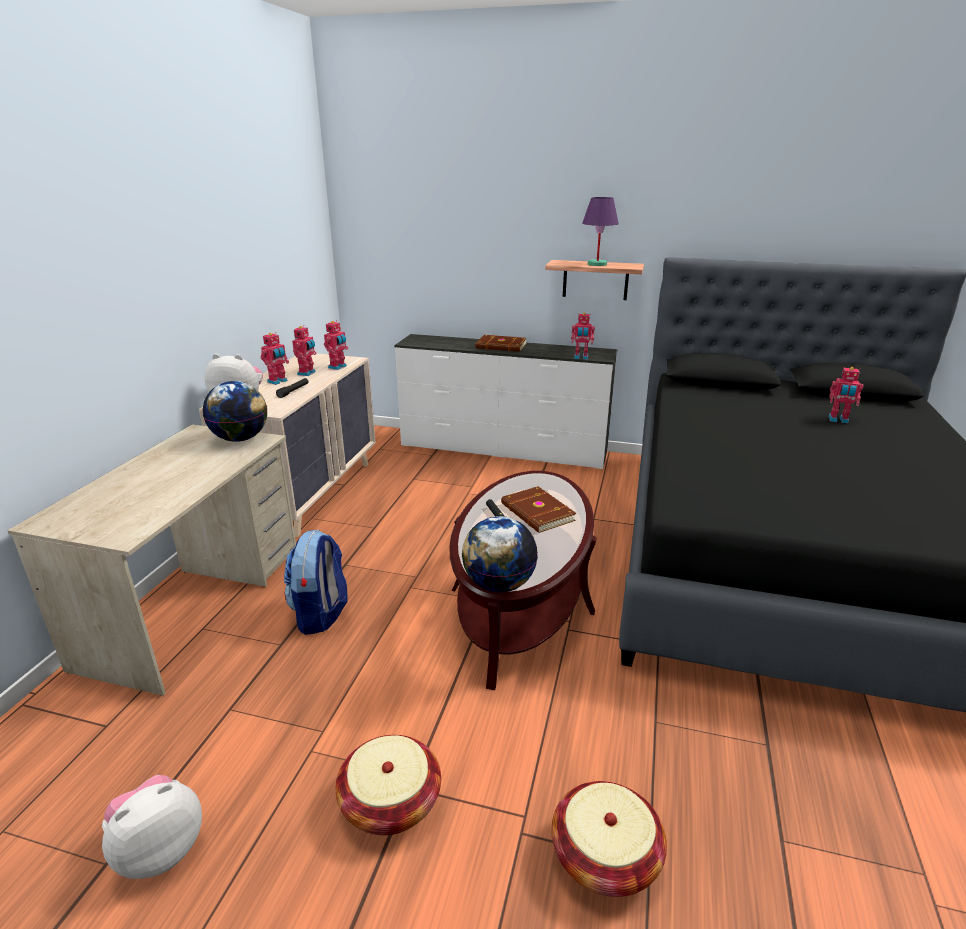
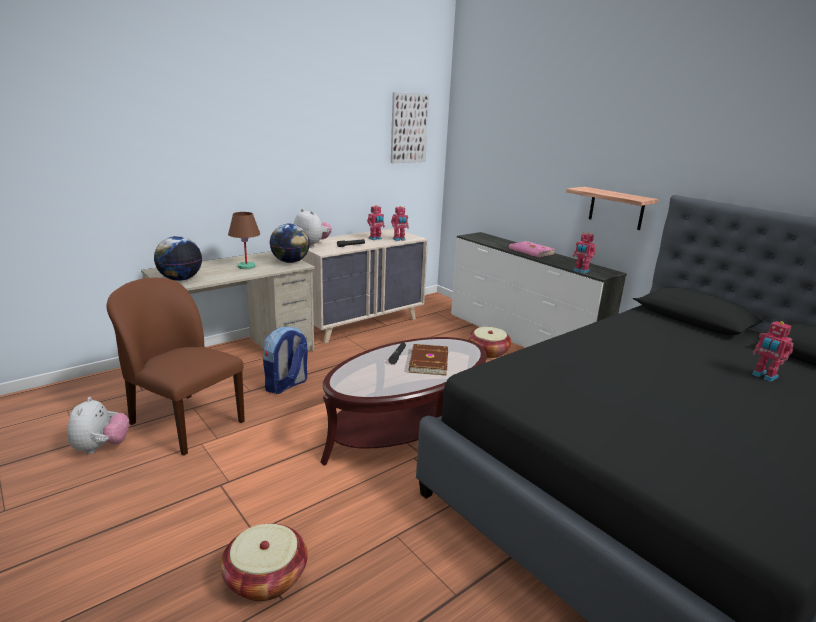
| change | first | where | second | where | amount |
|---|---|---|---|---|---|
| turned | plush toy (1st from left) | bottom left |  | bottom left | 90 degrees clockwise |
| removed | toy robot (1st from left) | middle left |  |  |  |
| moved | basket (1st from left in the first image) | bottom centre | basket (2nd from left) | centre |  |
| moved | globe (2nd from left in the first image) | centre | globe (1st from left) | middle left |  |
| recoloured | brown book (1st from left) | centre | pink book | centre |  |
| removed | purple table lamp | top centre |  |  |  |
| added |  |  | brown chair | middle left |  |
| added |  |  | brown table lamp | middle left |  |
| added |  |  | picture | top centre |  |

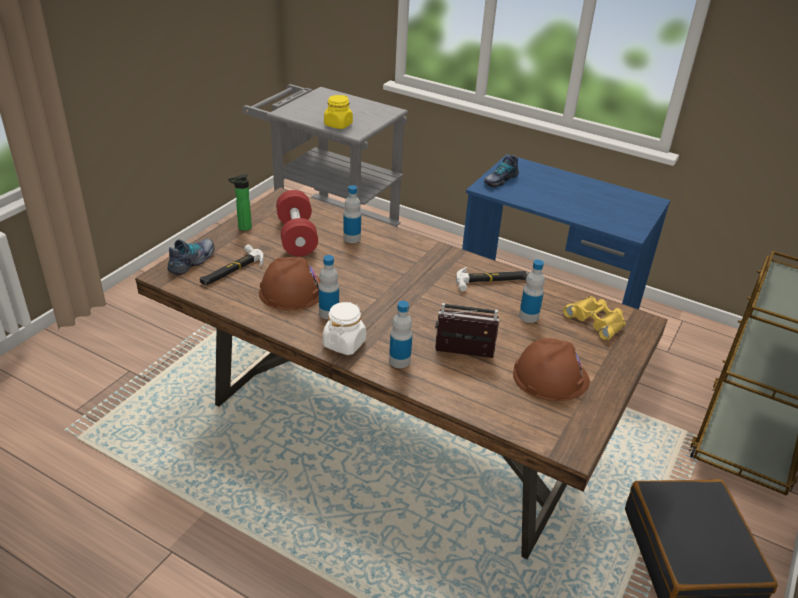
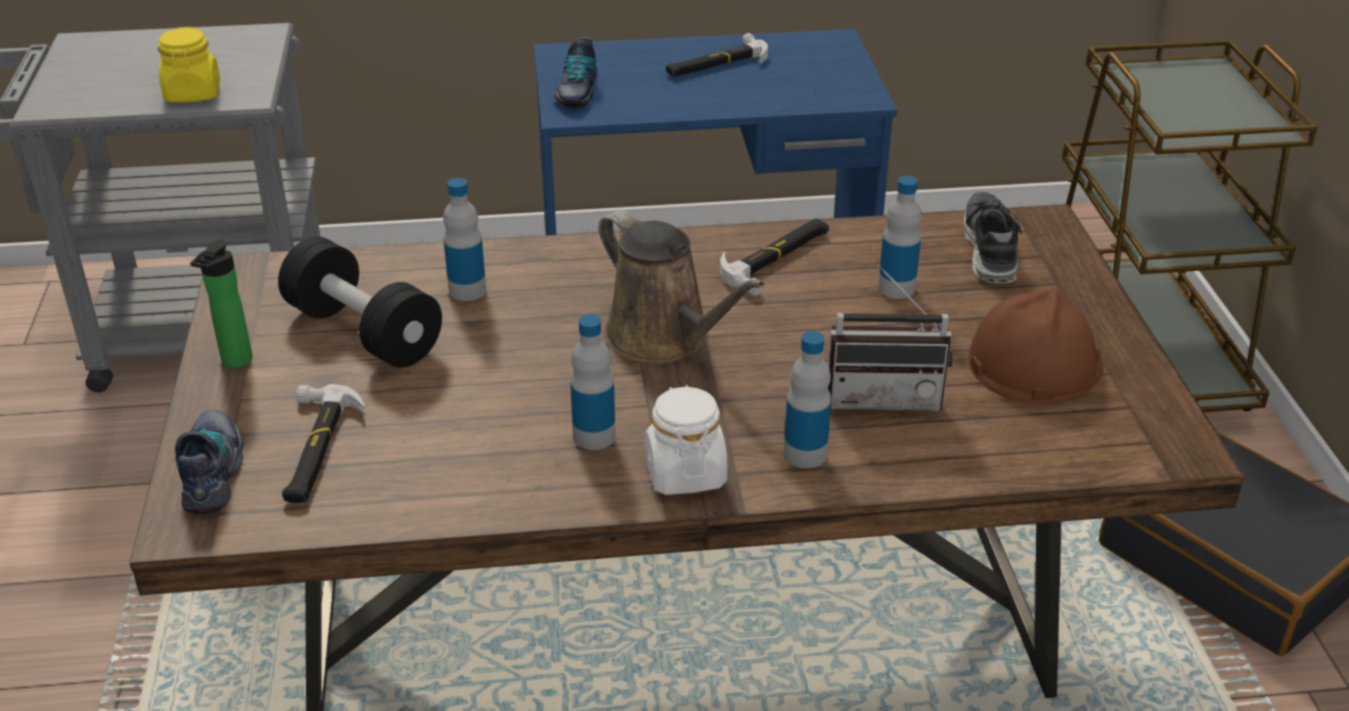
| change | first | where | second | where | amount |
|---|---|---|---|---|---|
| removed | brown hard hat (1st from left) | centre |  |  |  |
| recoloured | red dumbbell | centre | black dumbbell | middle left |  |
| turned | radio | centre |  | centre | 150 degrees counterclockwise |
| replaced | yellow binoculars | middle right | shoe (3rd from left) | middle right |  |
| added |  |  | brown watering can | centre |  |
| added |  |  | hammer (2nd from left) | top centre |  |

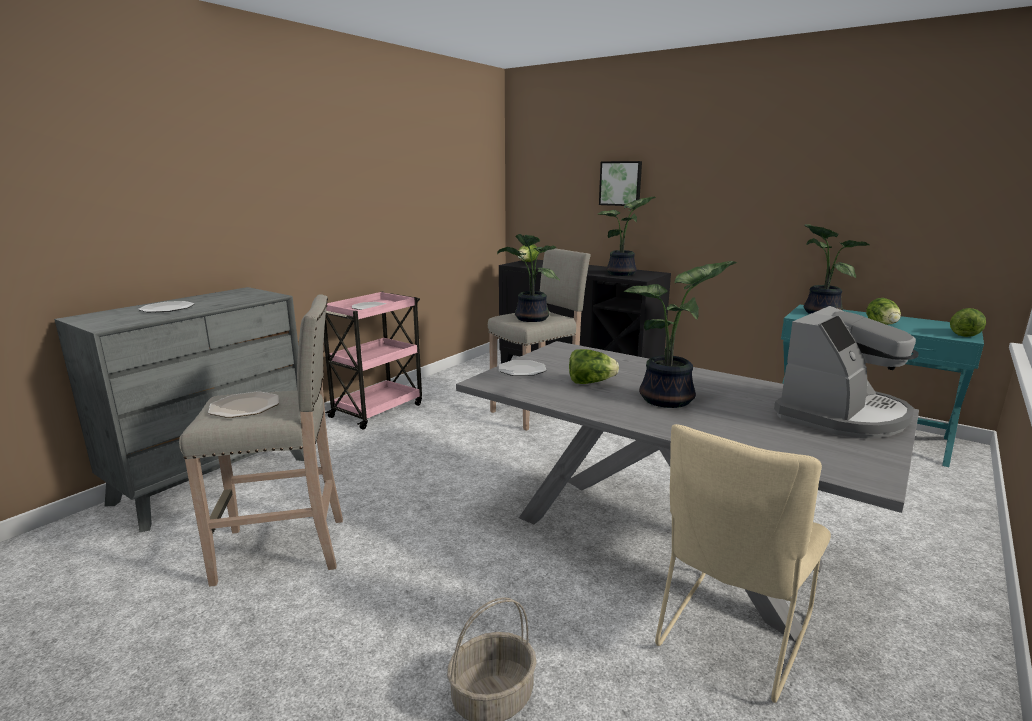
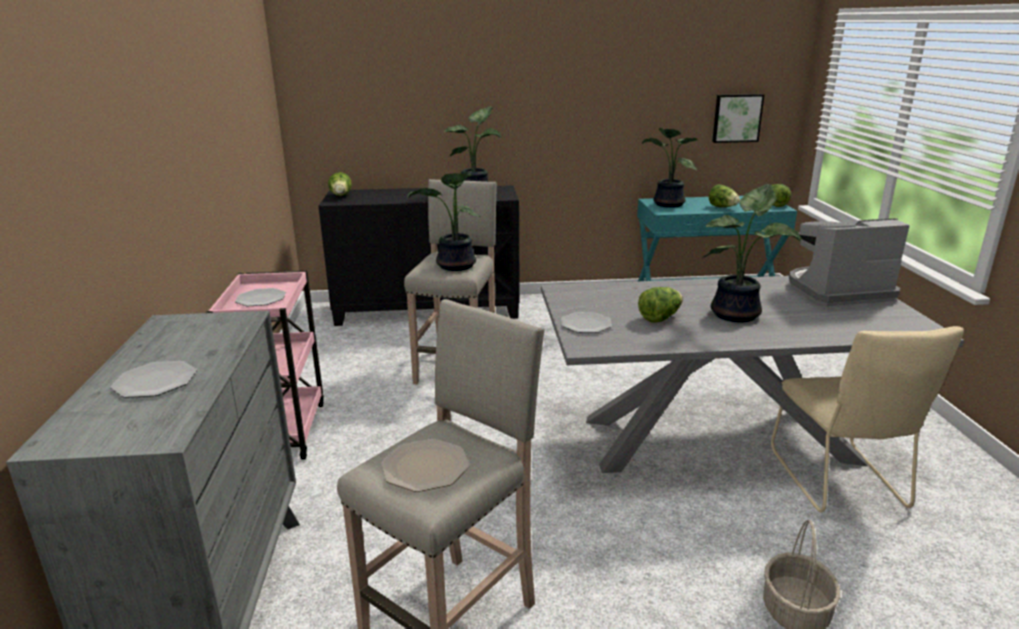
| change | first | where | second | where | amount |
|---|---|---|---|---|---|
| moved | picture | top centre |  | top right |  |
| turned | coffee machine | middle right |  | middle right | 105 degrees counterclockwise |

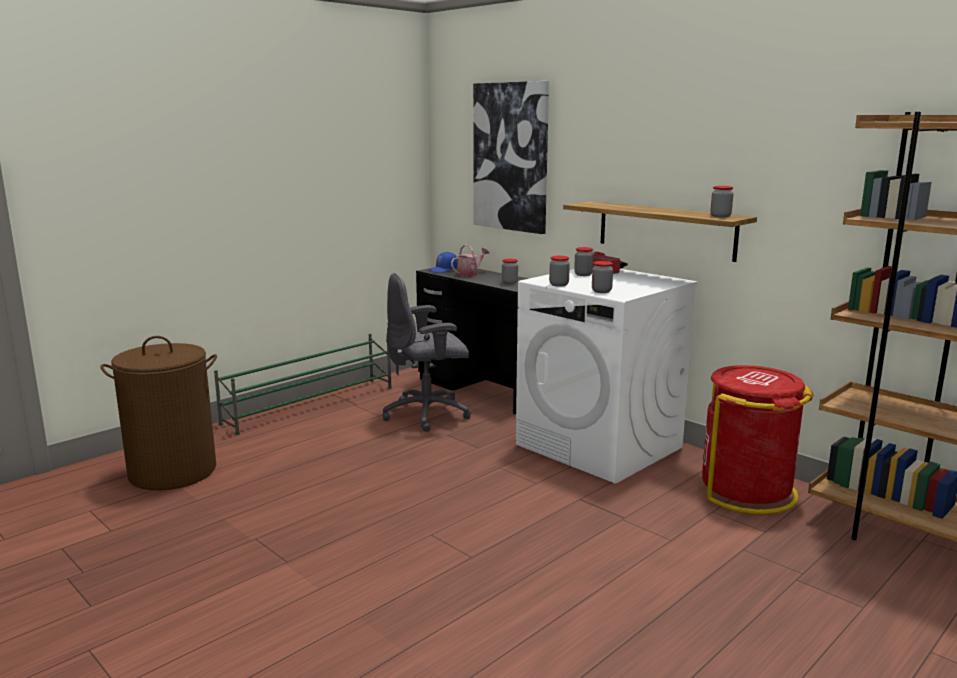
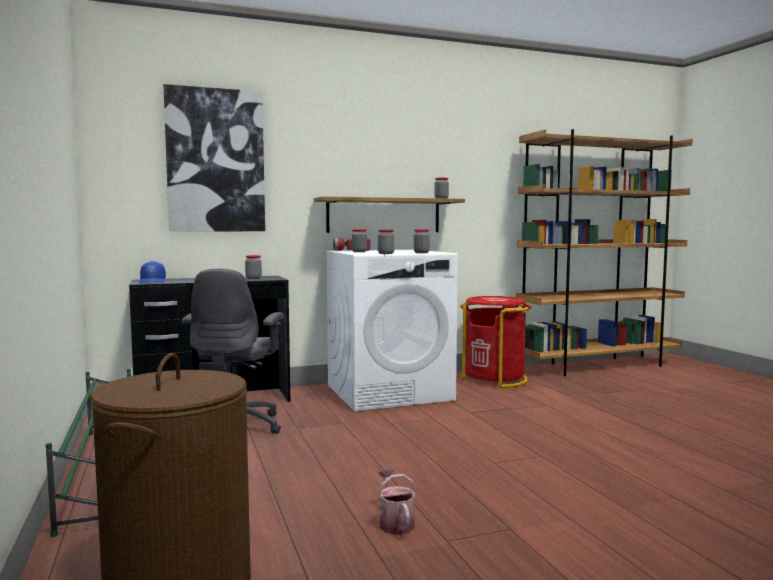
| change | first | where | second | where | amount |
|---|---|---|---|---|---|
| moved | watering can | centre |  | bottom centre |  |

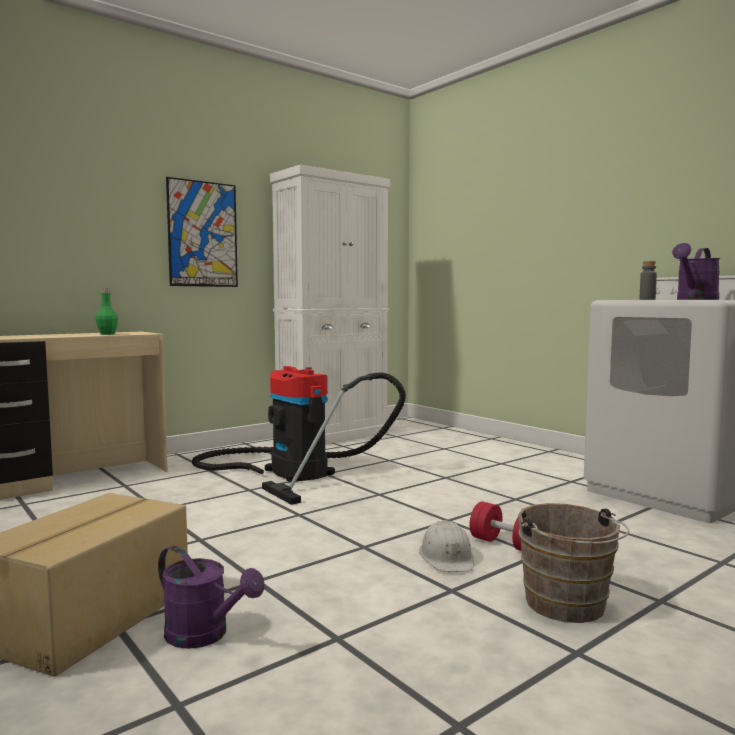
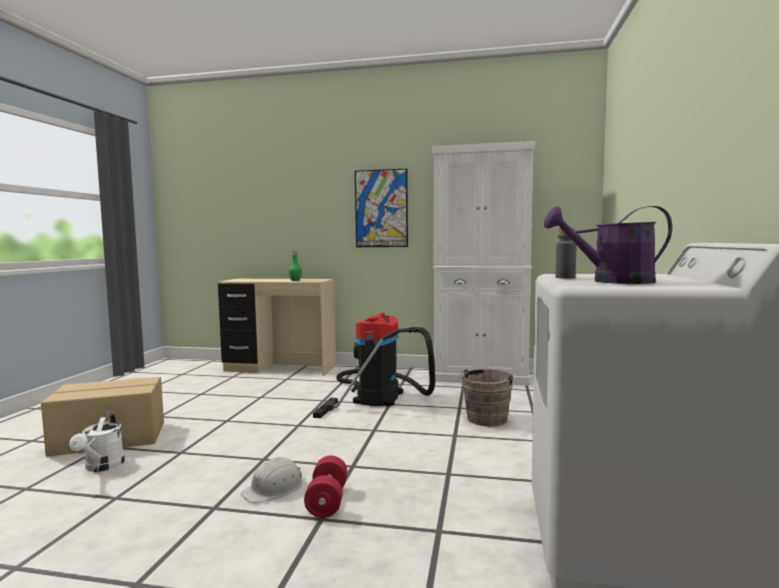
| change | first | where | second | where | amount |
|---|---|---|---|---|---|
| recoloured | purple watering can (1st from left) | bottom left | white watering can | bottom left |  |
| moved | brown bucket | bottom right |  | bottom centre |  |

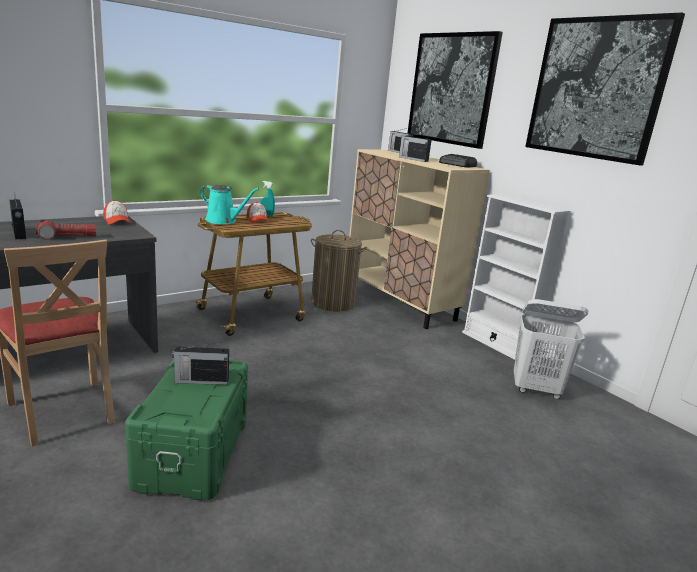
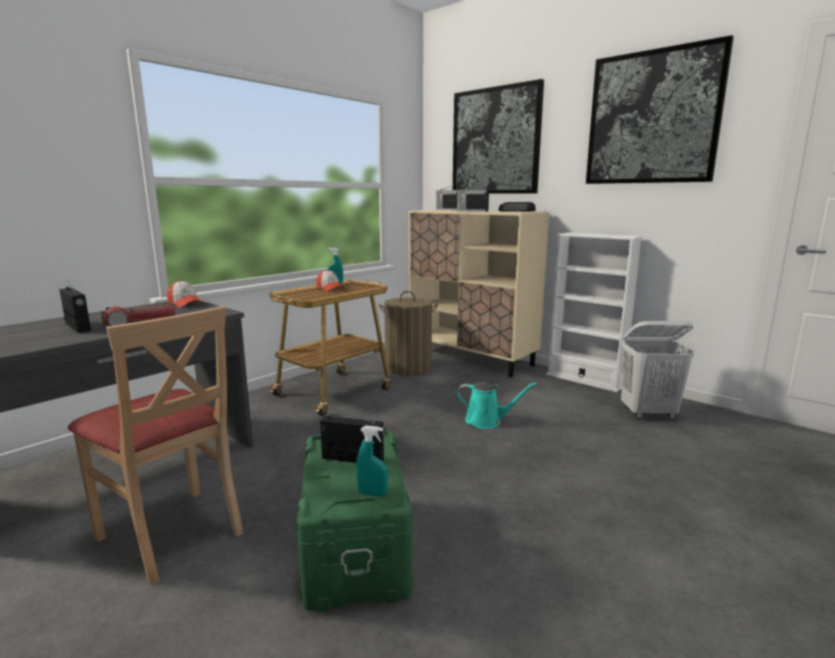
| change | first | where | second | where | amount |
|---|---|---|---|---|---|
| turned | radio (2nd from left) | middle left |  | centre | 150 degrees counterclockwise |
| moved | turquoise watering can | middle left |  | centre |  |
| added |  |  | turquoise spray bottle (2nd from left) | bottom centre |  |

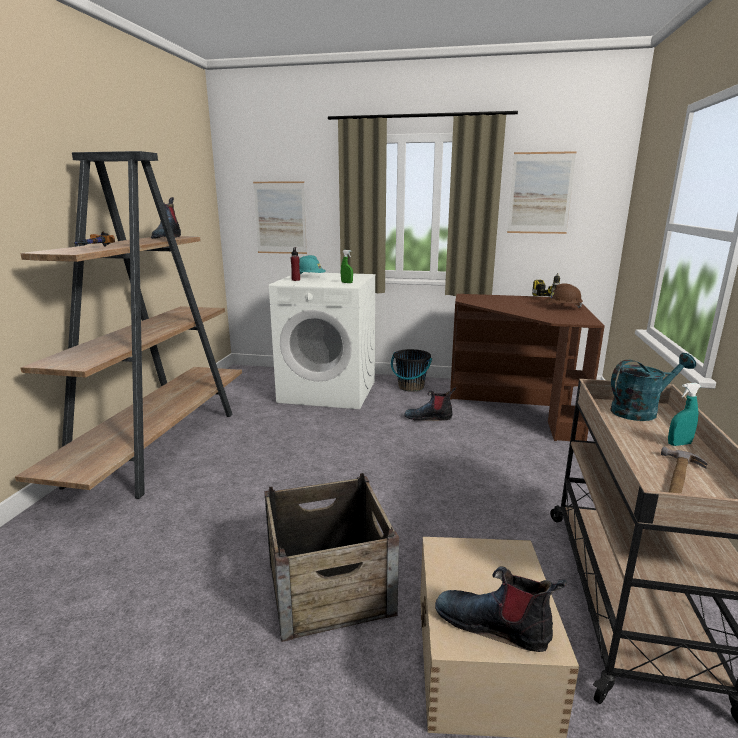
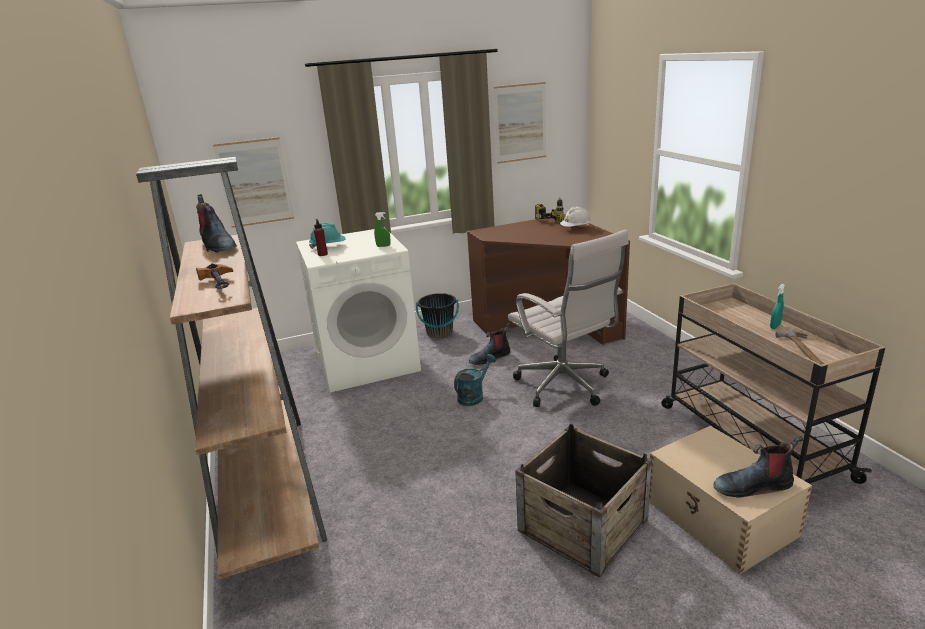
| change | first | where | second | where | amount |
|---|---|---|---|---|---|
| recoloured | brown hard hat | middle right | white hard hat | centre |  |
| moved | turquoise watering can | middle right |  | centre |  |
| added |  |  | white office chair | centre |  |

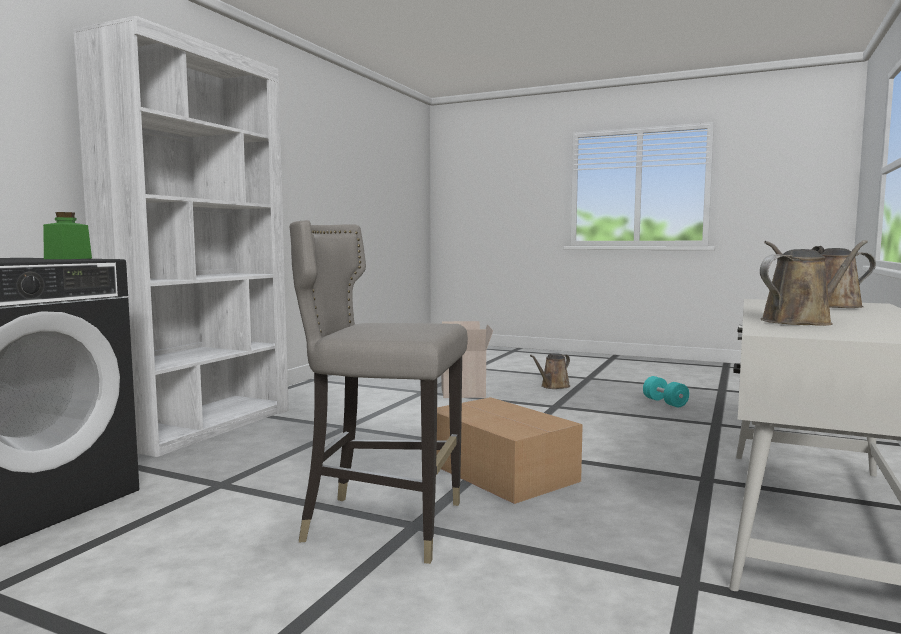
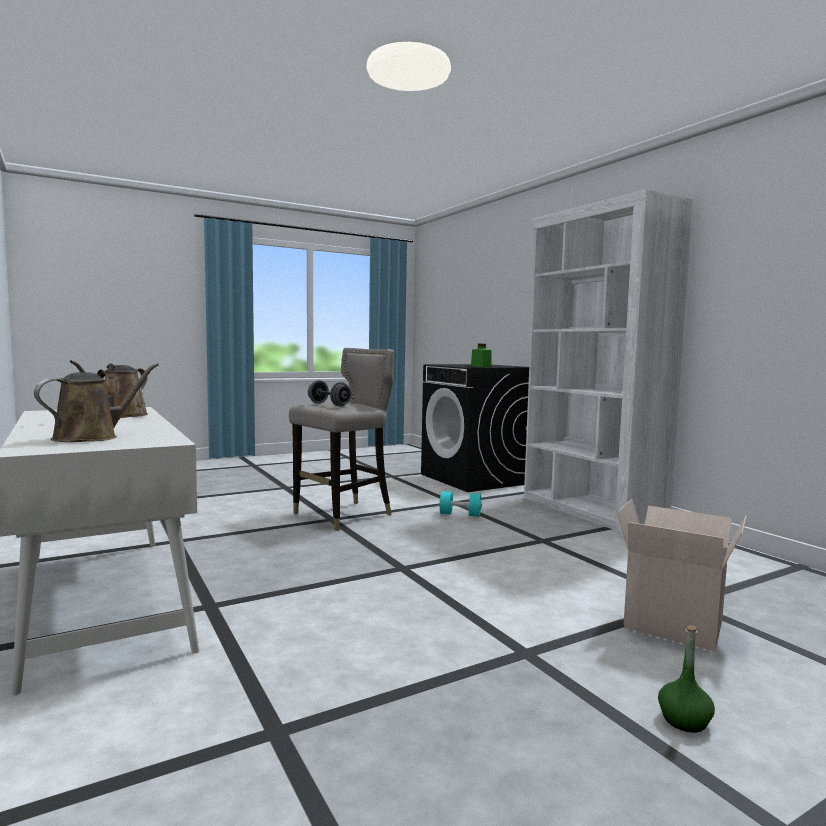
| change | first | where | second | where | amount |
|---|---|---|---|---|---|
| removed | cardboard box (2nd from left) | bottom centre |  |  |  |
| replaced | brown watering can (1st from left) | centre | green bottle | bottom right |  |
| moved | turquoise dumbbell | middle right |  | centre |  |
| added |  |  | grey dumbbell | centre |  |

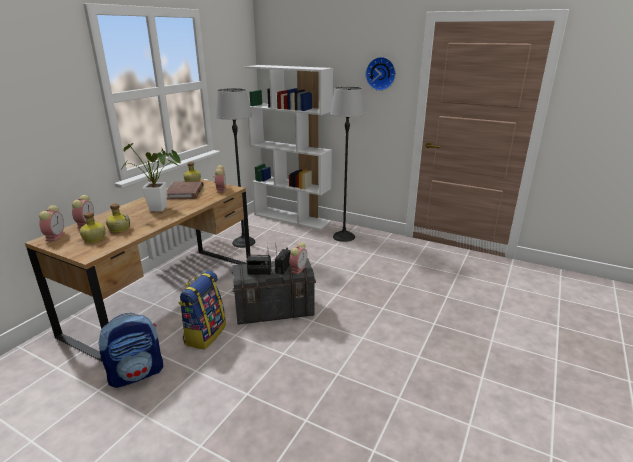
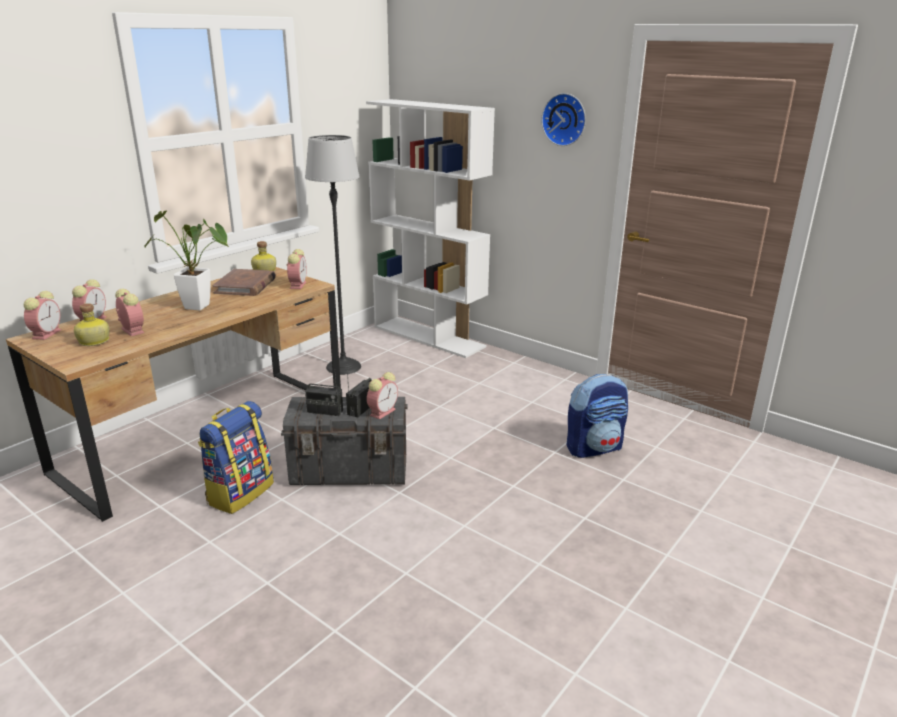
| change | first | where | second | where | amount |
|---|---|---|---|---|---|
| moved | backpack (1st from left in the first image) | bottom left | backpack (2nd from left) | centre |  |
| replaced | bottle (2nd from left) | middle left | alarm clock (3rd from left) | middle left |  |
| removed | floor lamp (2nd from left) | centre |  |  |  |

